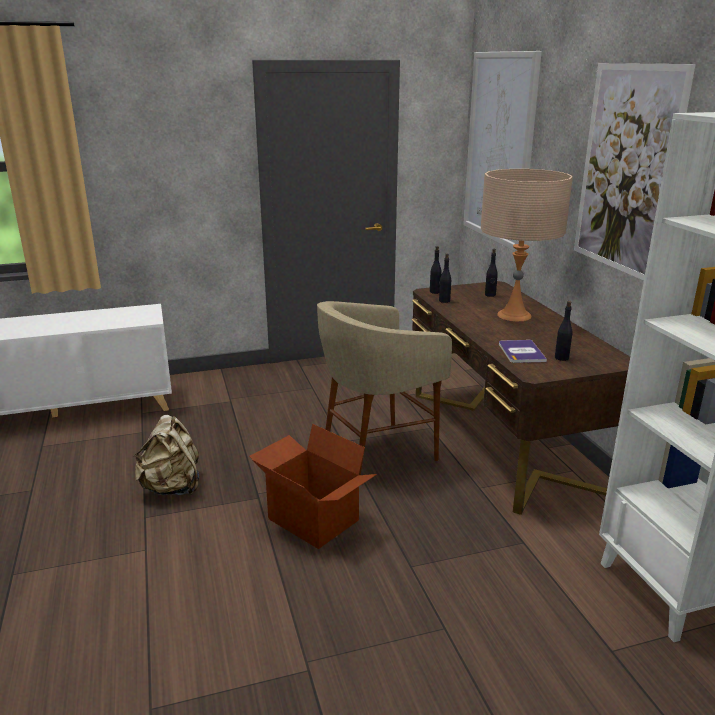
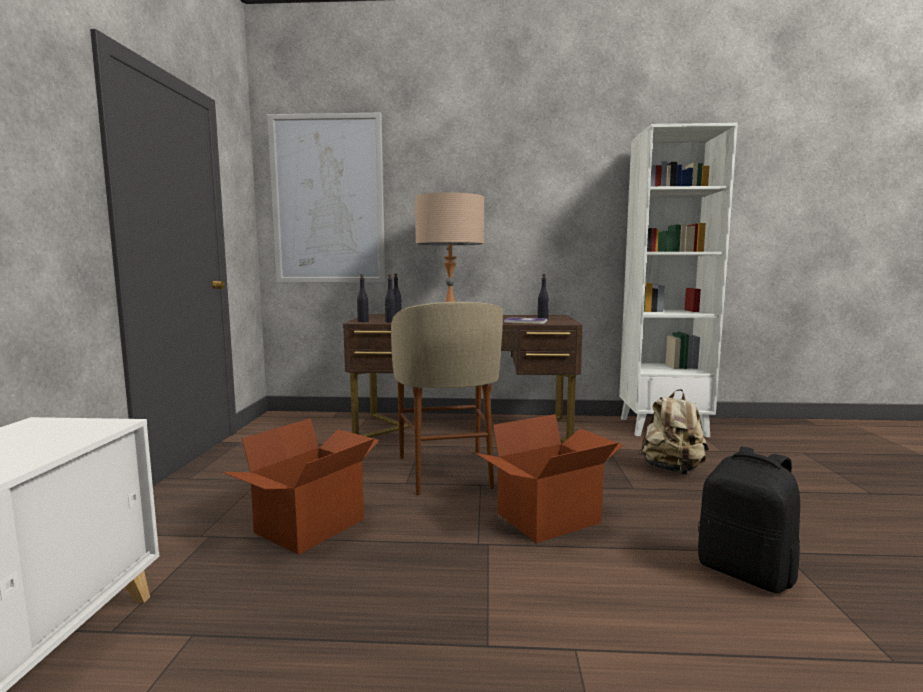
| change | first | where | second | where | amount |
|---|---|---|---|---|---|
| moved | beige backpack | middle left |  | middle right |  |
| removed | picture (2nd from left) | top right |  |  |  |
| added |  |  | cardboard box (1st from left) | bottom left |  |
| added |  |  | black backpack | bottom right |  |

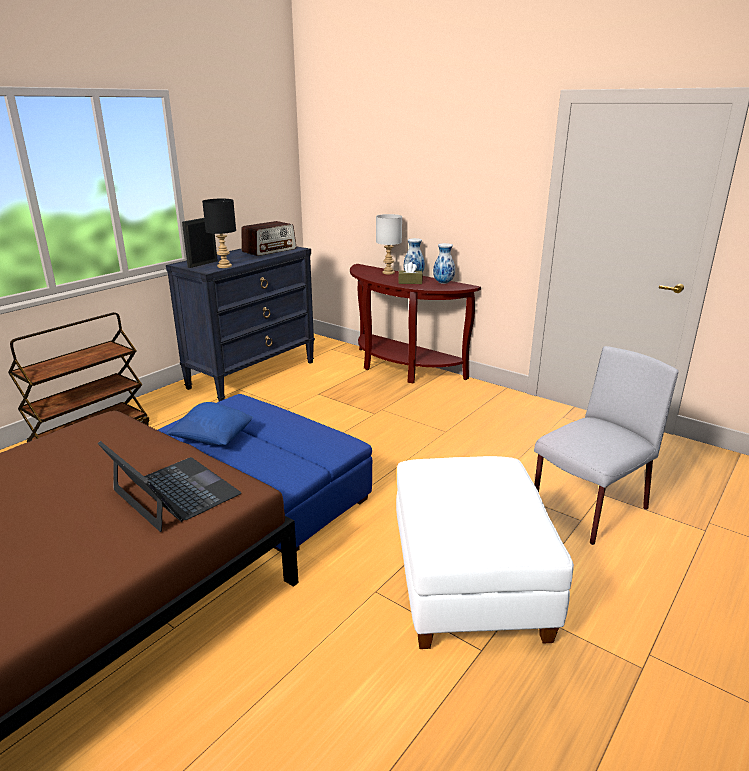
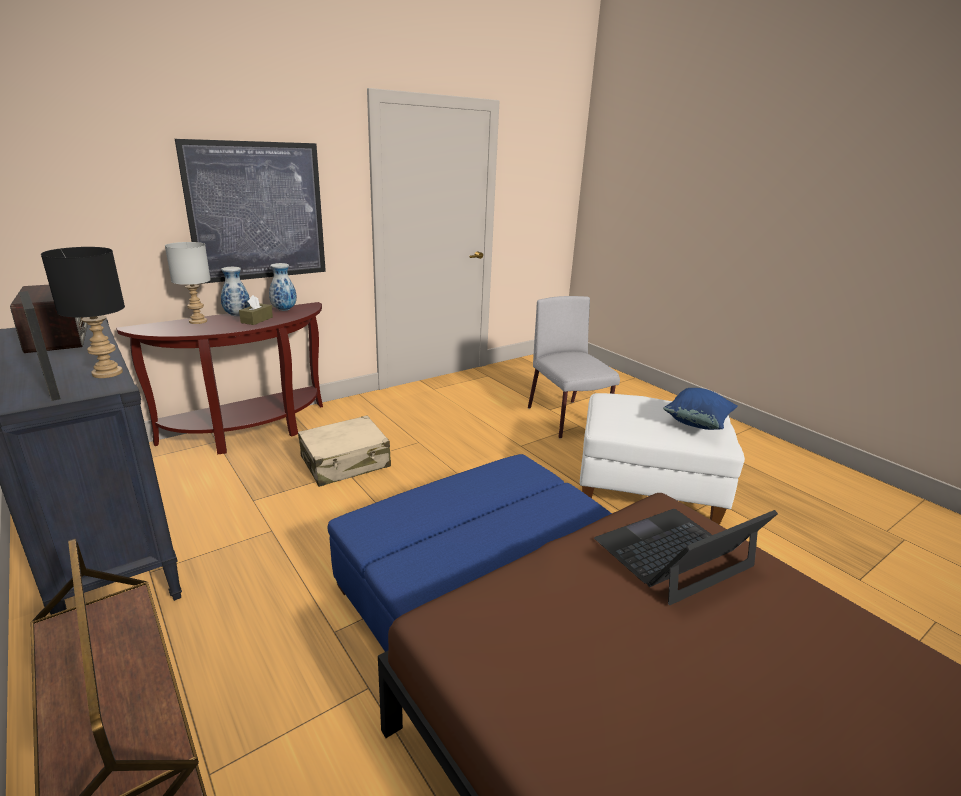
| change | first | where | second | where | amount |
|---|---|---|---|---|---|
| moved | blue pillow | middle left |  | middle right |  |
| added |  |  | picture | top left |  |
| added |  |  | beige suitcase | centre |  |

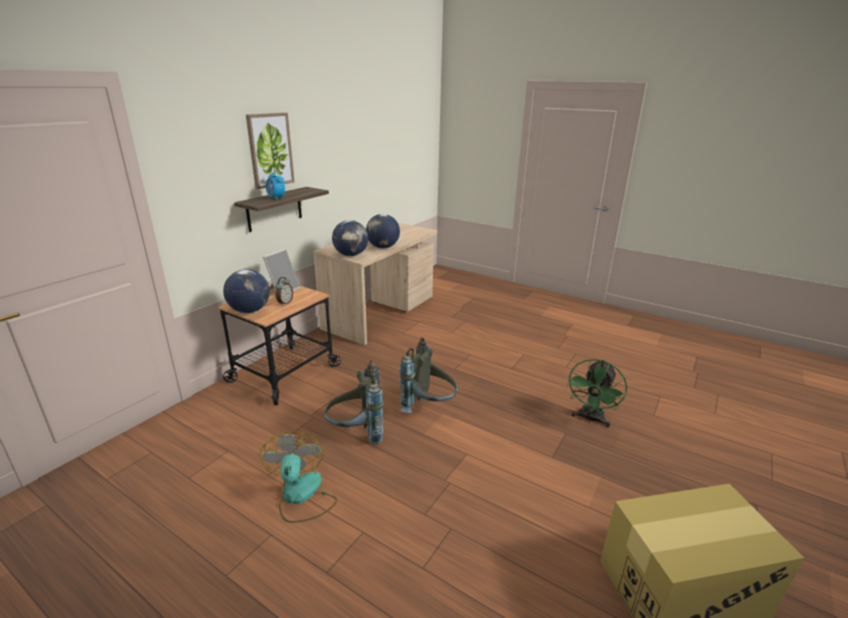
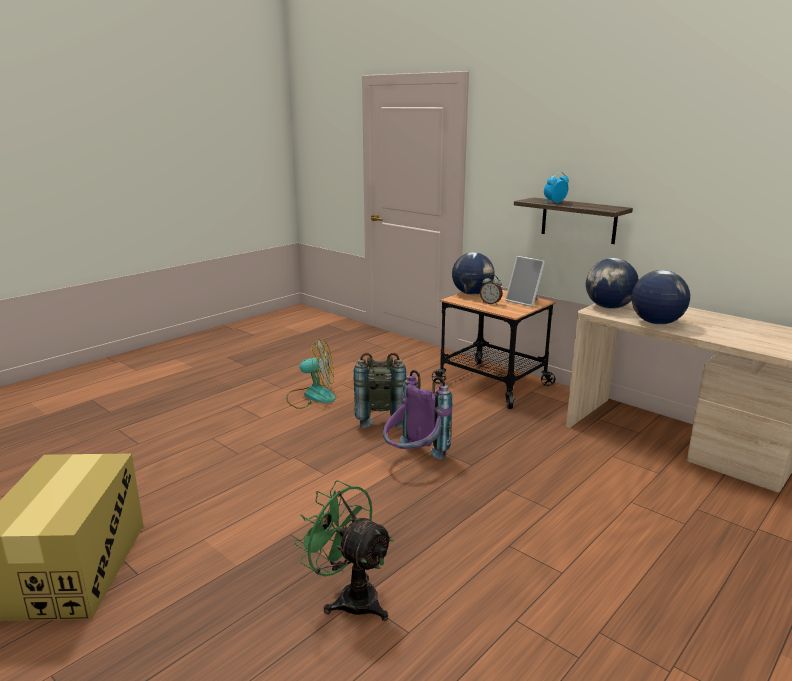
| change | first | where | second | where | amount |
|---|---|---|---|---|---|
| removed | picture | top left |  |  |  |
| recoloured | grey backpack (2nd from left) | centre | purple backpack | centre |  |

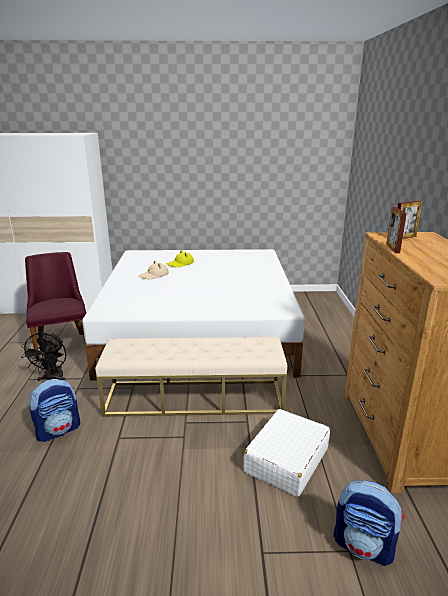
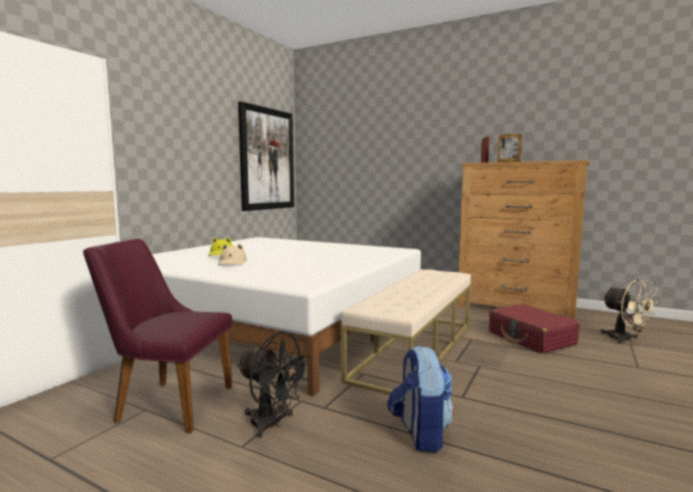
| change | first | where | second | where | amount |
|---|---|---|---|---|---|
| recoloured | white suitcase | bottom centre | red suitcase | bottom right |  |
| replaced | backpack (2nd from left) | bottom right | beige fan | middle right |  |
| added |  |  | picture | top centre |  |

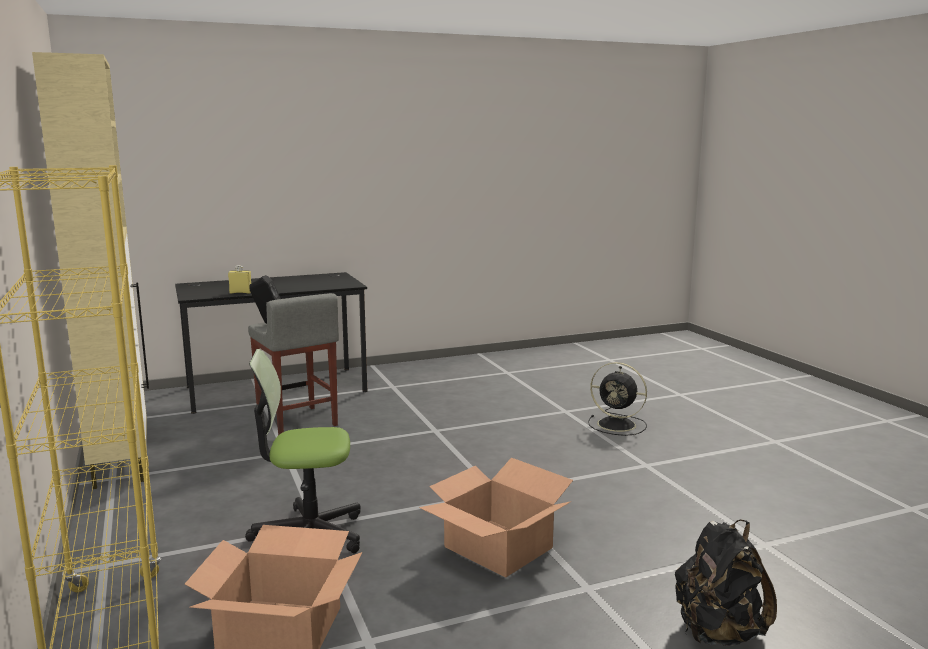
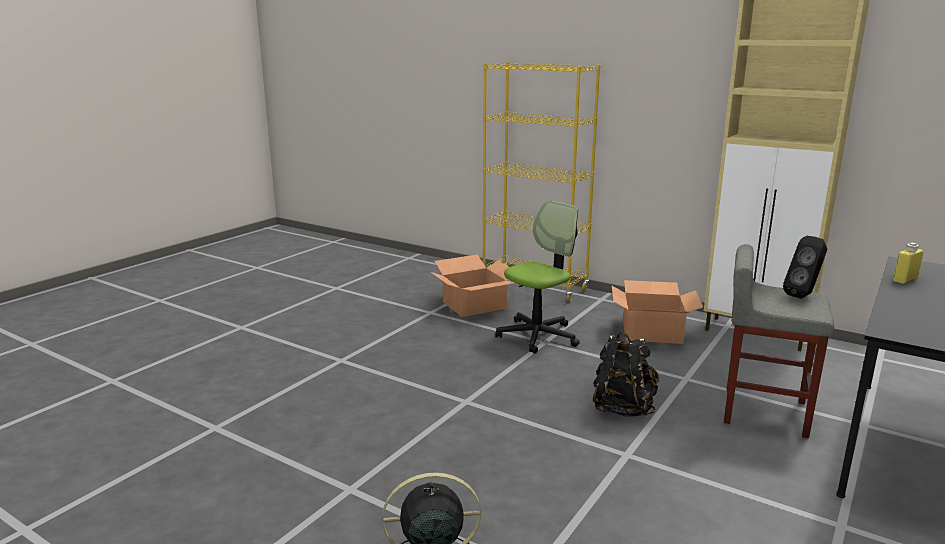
| change | first | where | second | where | amount |
|---|---|---|---|---|---|
| moved | cardboard box (2nd from left) | bottom centre |  | middle right |  |
| moved | black backpack | bottom right |  | bottom centre |  |

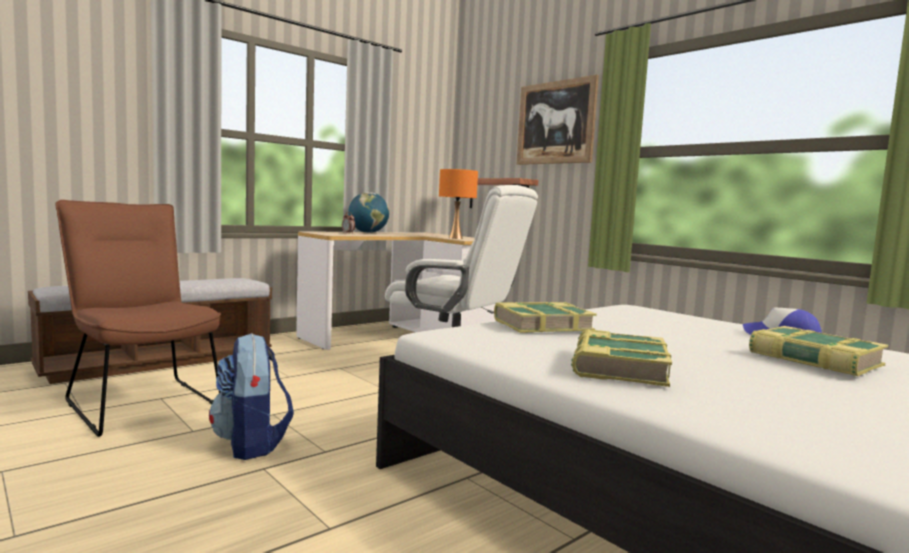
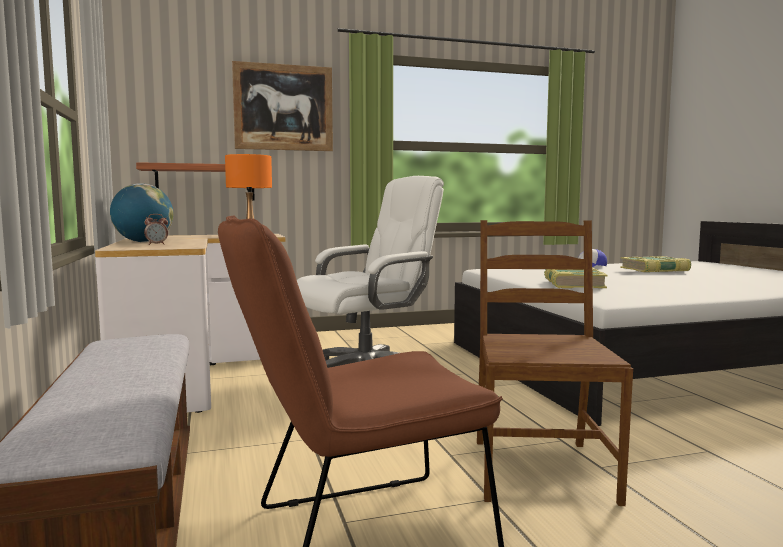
| change | first | where | second | where | amount |
|---|---|---|---|---|---|
| replaced | backpack | bottom left | brown chair (2nd from left) | middle right |  |
| removed | book (2nd from left) | middle right |  |  |  |

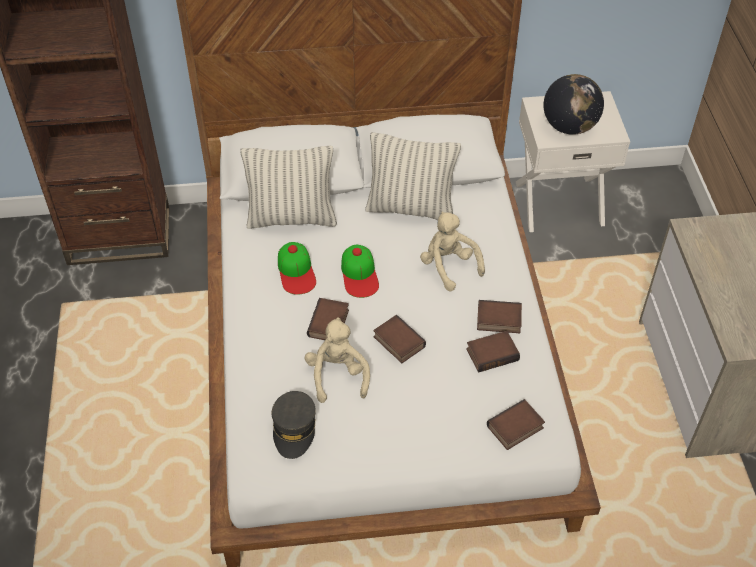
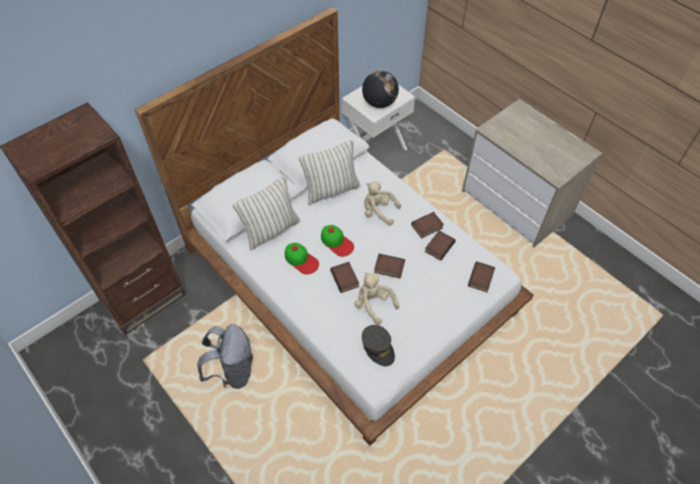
| change | first | where | second | where | amount |
|---|---|---|---|---|---|
| added |  |  | grey backpack | bottom left |  |

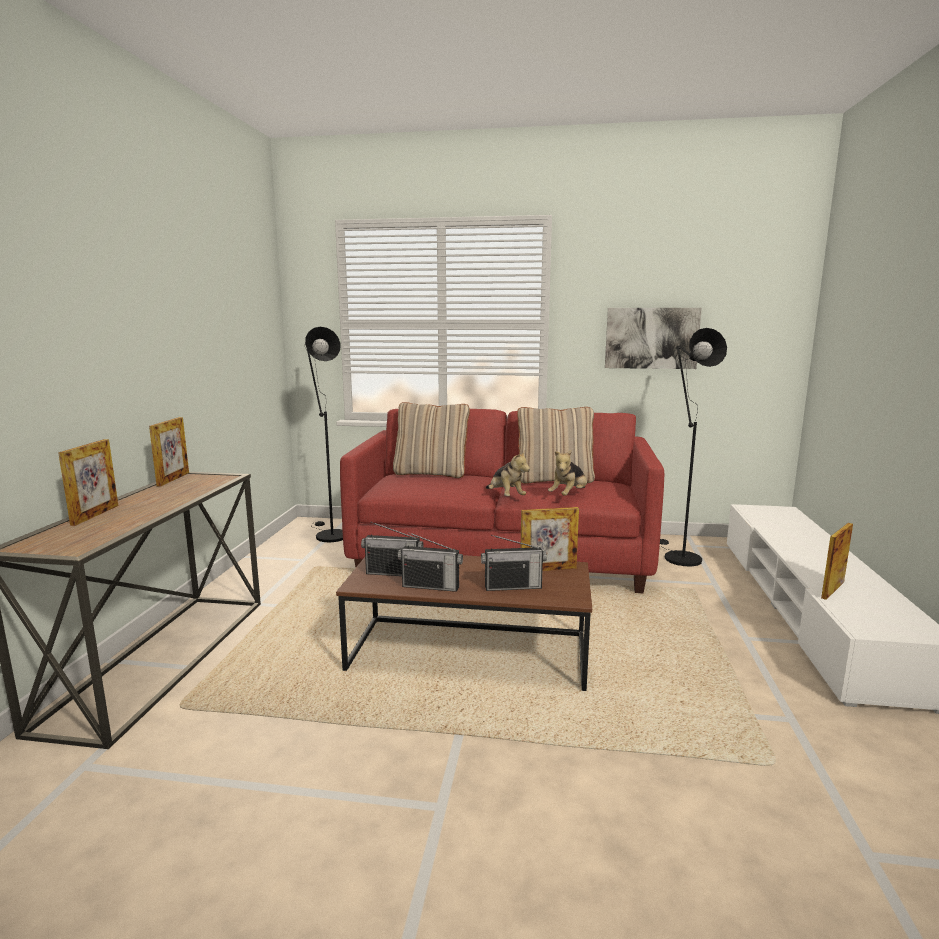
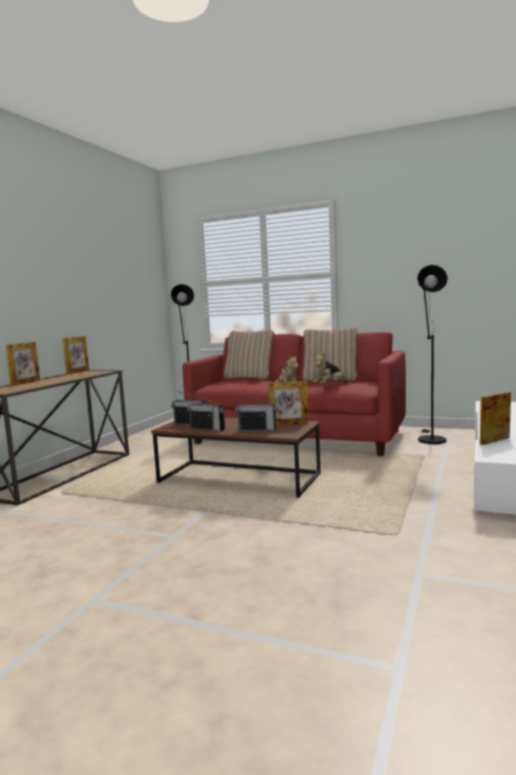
| change | first | where | second | where | amount |
|---|---|---|---|---|---|
| removed | picture | middle right |  |  |  |

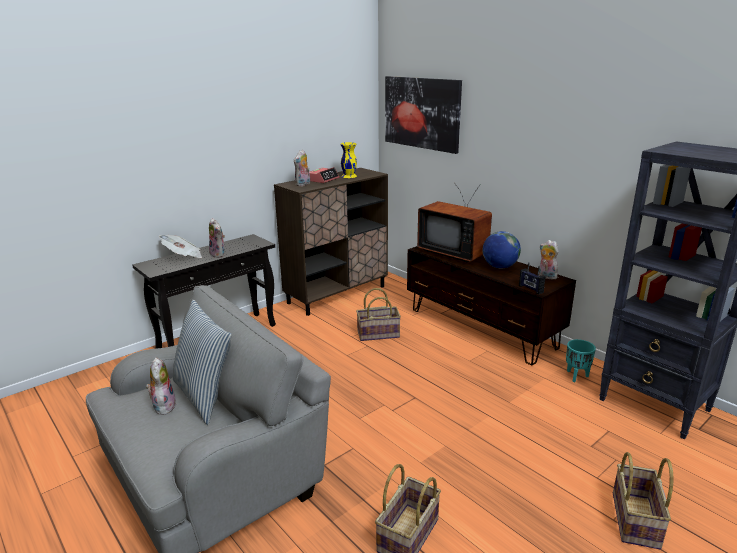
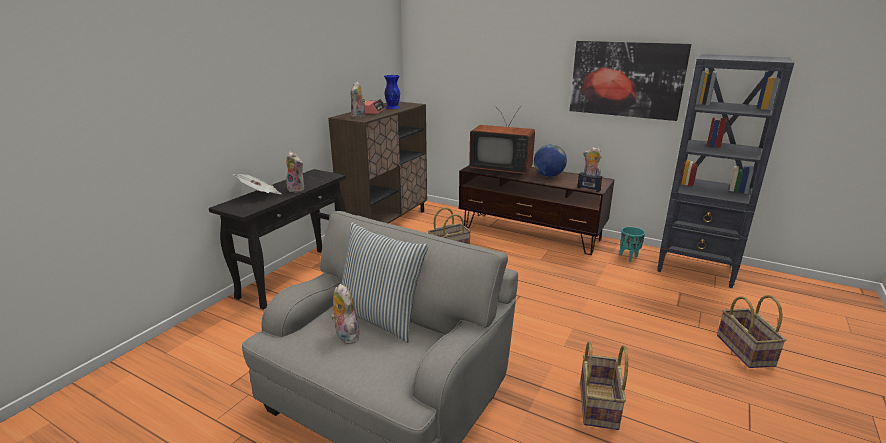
| change | first | where | second | where | amount |
|---|---|---|---|---|---|
| recoloured | yellow vase | top centre | blue vase | top centre |  |
| moved | picture | top centre |  | top right |  |

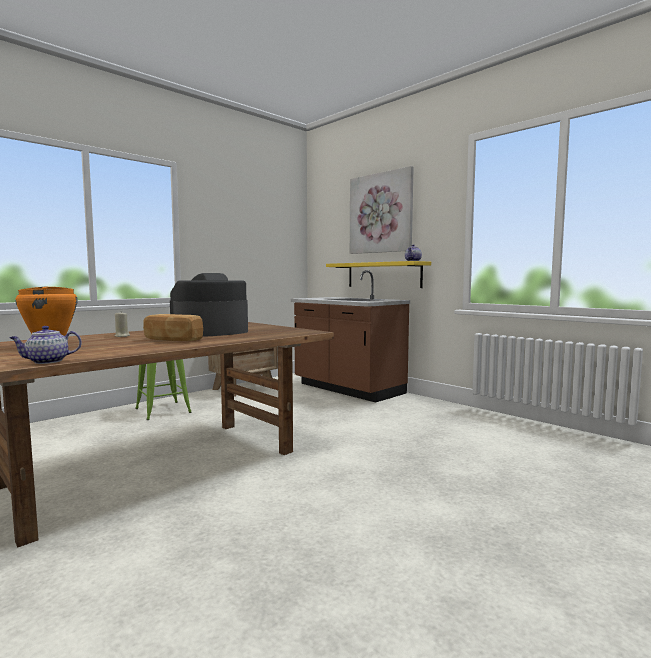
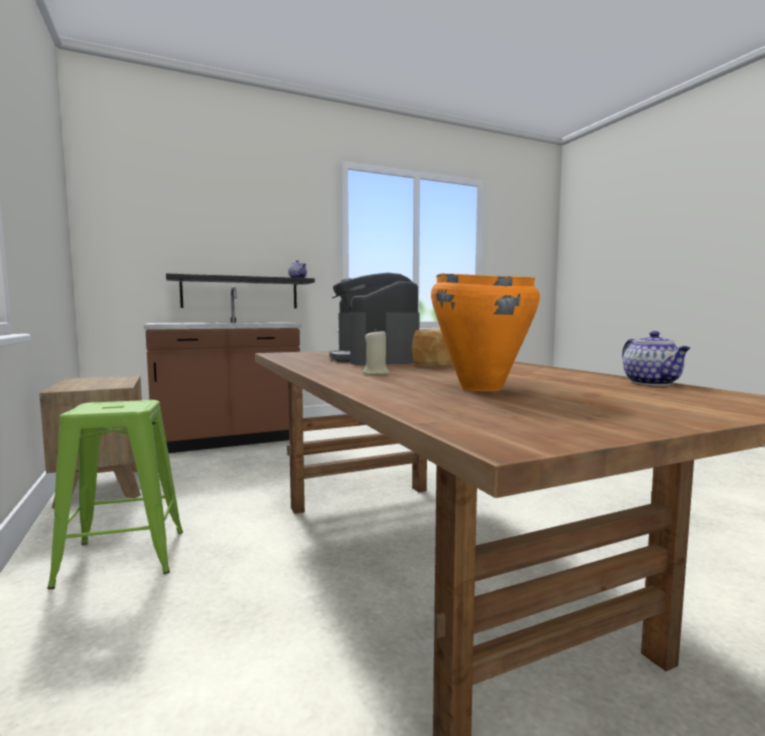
| change | first | where | second | where | amount |
|---|---|---|---|---|---|
| recoloured | yellow shelf | centre | black shelf | middle left |  |
| removed | picture | top centre |  |  |  |

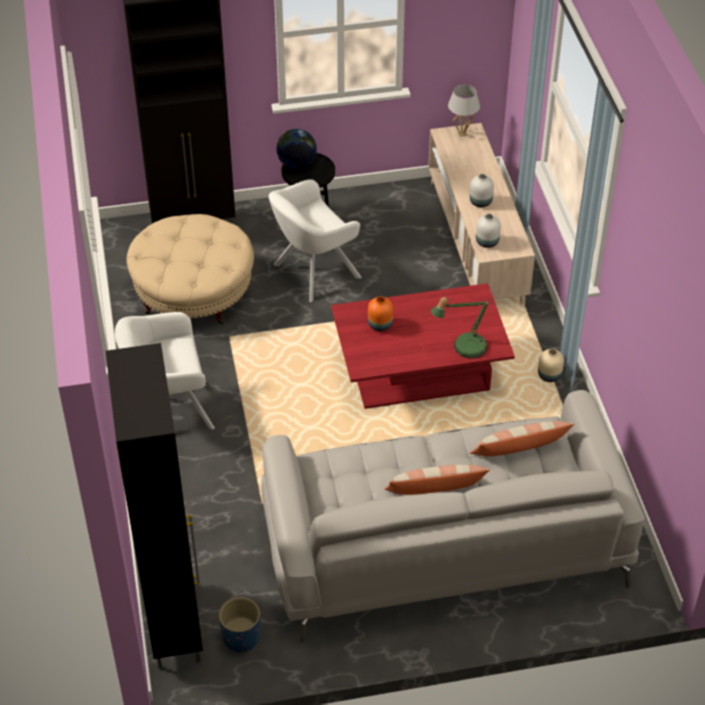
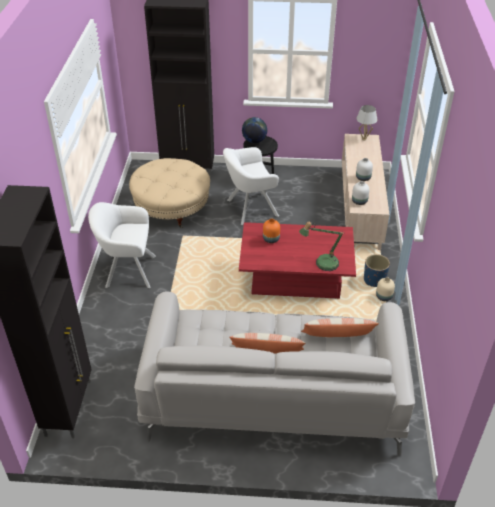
| change | first | where | second | where | amount |
|---|---|---|---|---|---|
| moved | blue planter | bottom centre |  | middle right |  |

